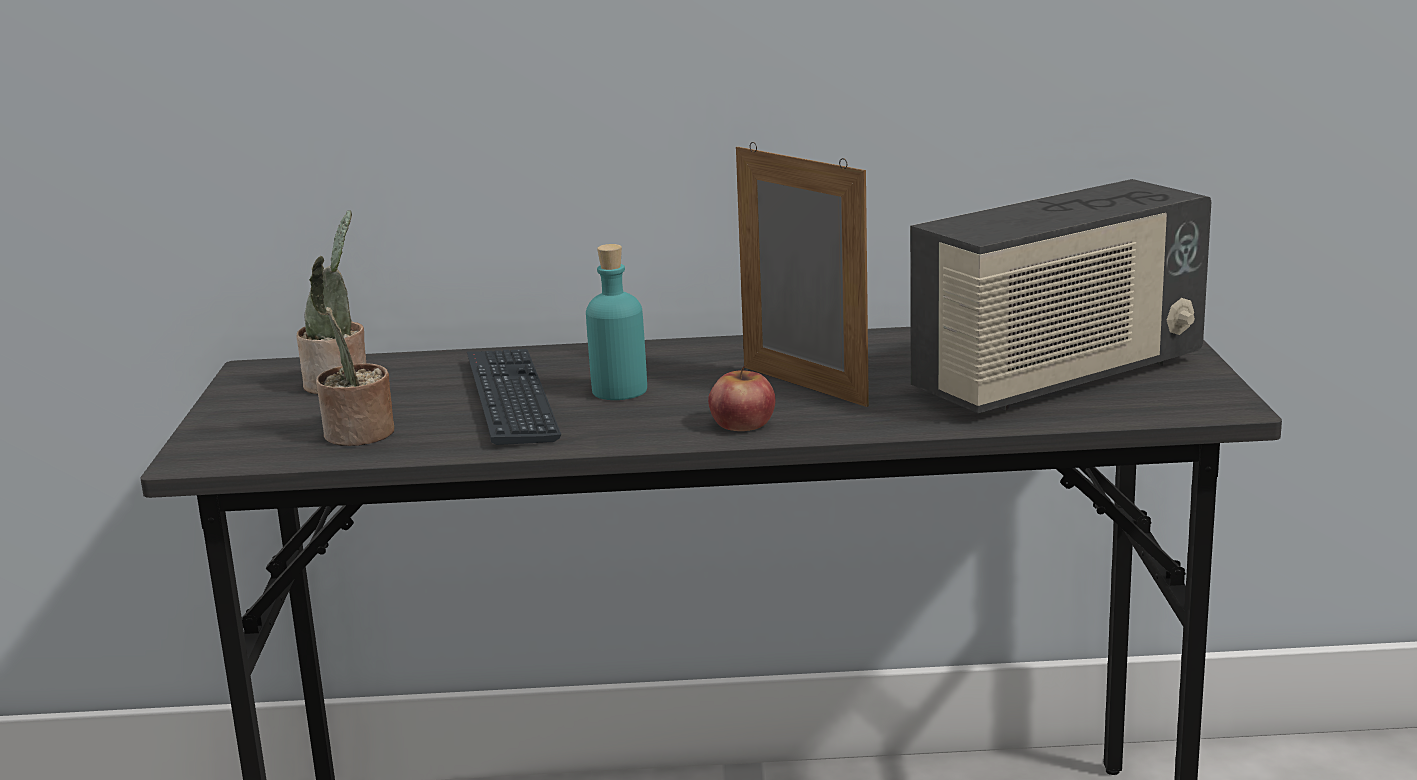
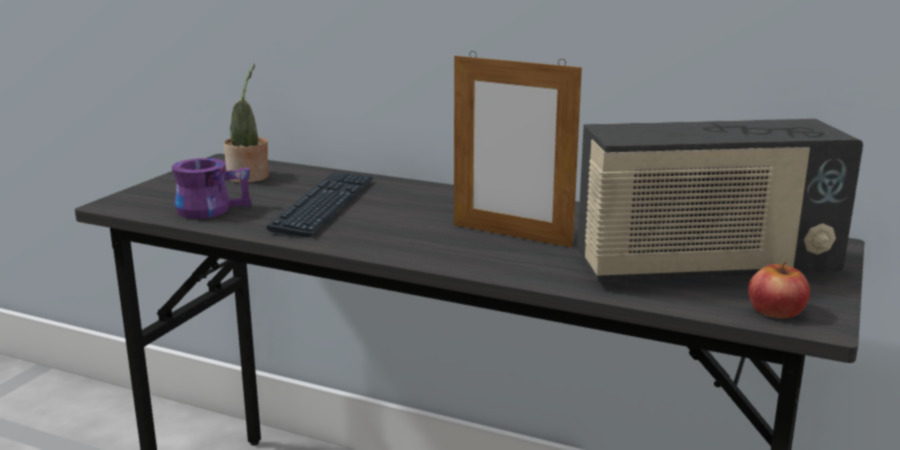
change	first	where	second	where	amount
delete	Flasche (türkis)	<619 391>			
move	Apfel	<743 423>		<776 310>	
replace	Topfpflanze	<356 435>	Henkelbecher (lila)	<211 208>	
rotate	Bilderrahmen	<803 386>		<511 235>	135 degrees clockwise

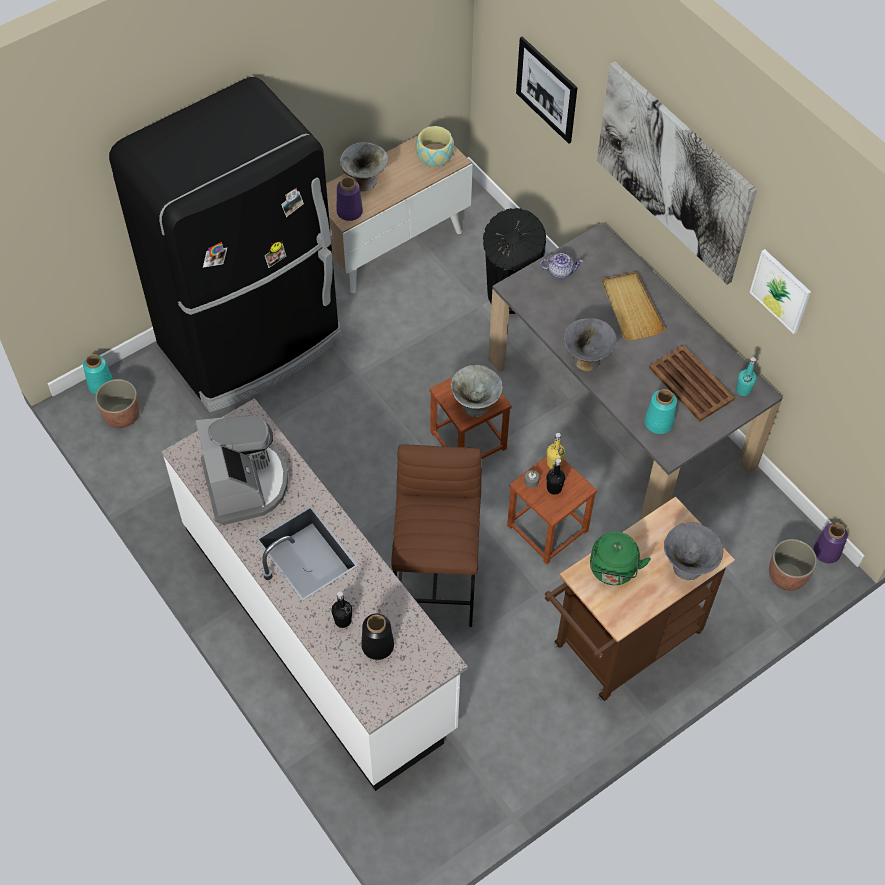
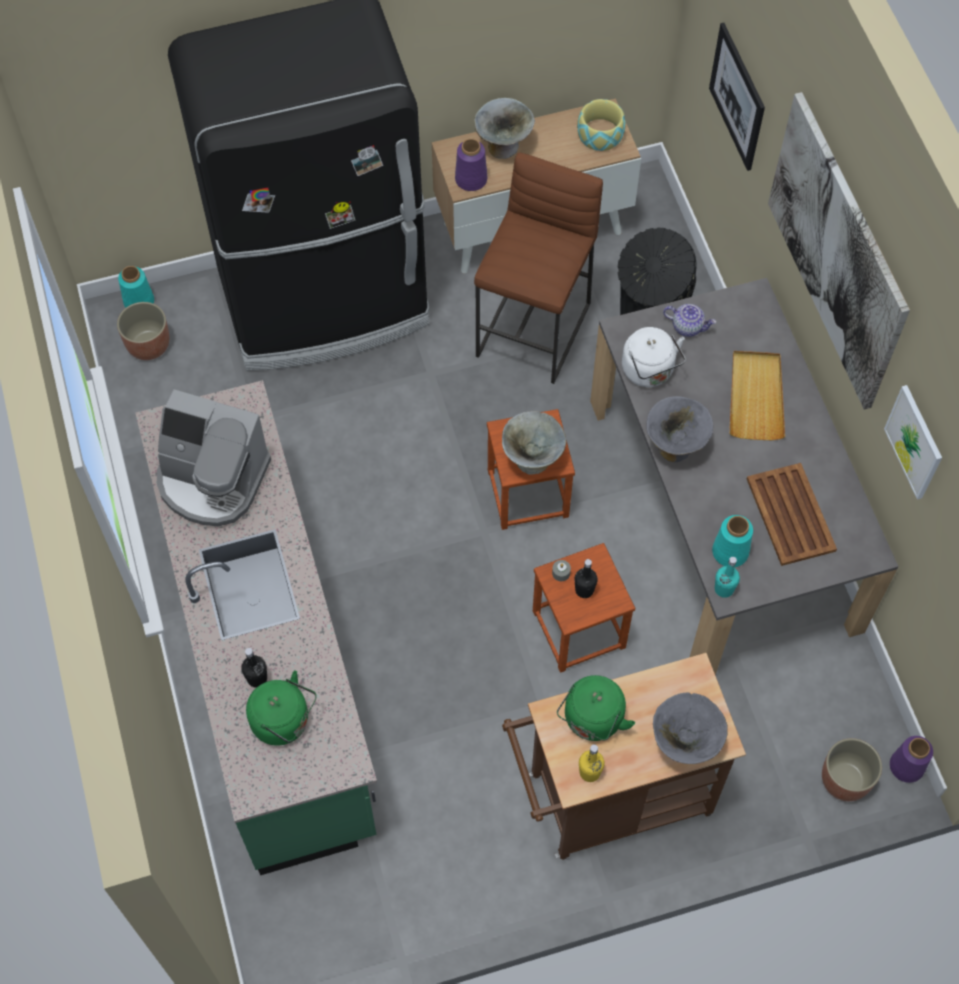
change	first	where	second	where	amount
insert			Wasserkessel (weiß)	<649 371>	
move	Hocker (braun)	<437 583>		<534 330>	
move	Flasche (gelb)	<554 463>		<589 772>	
move	Flasche (türkis)	<743 390>		<724 589>	
replace	Vase (schwarz)	<378 646>	Wasserkessel (grün)	<284 722>	
recolor	Küchenzeile (weiß)	<318 626>	Küchenzeile (grün)	<271 662>	
rotate	Kaffeemaschine	<245 483>		<212 480>	105 degrees clockwise

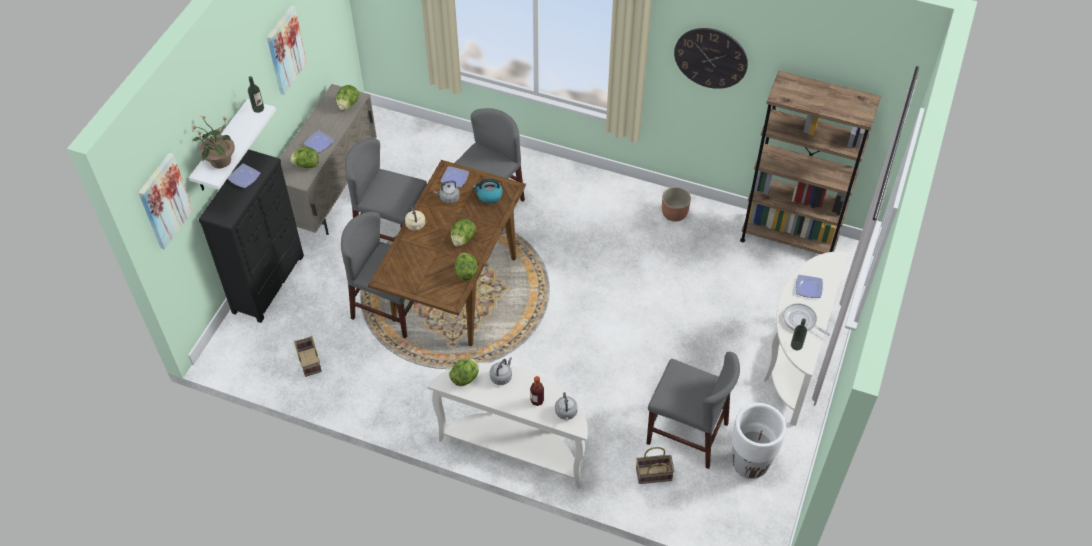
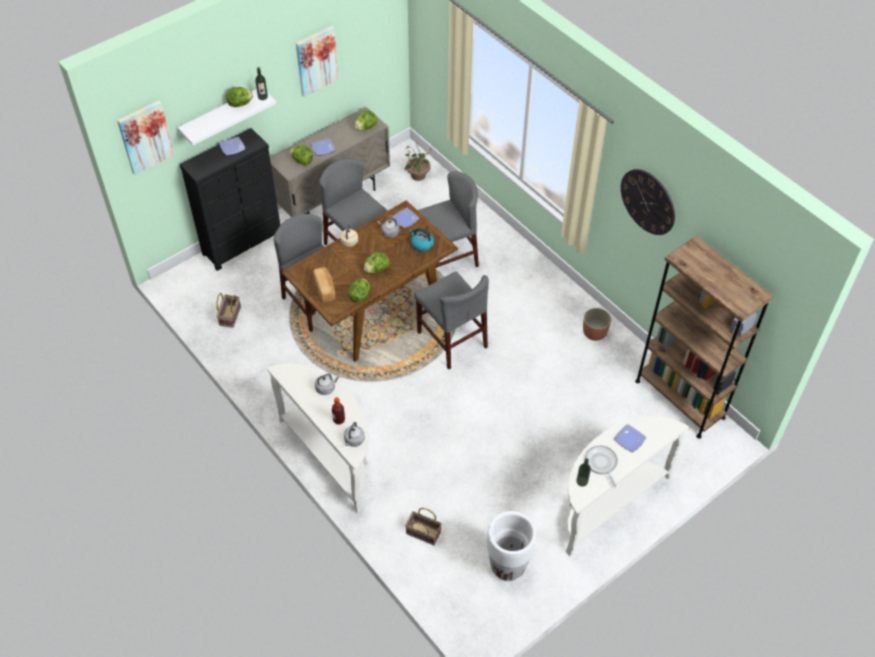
change	first	where	second	where	amount
insert			Brot	<325 289>	
move	Topfpflanze	<220 161>		<417 175>	
move	Salatkopf	<465 378>		<240 104>	
move	Stuhl (grau)	<687 433>		<452 340>	

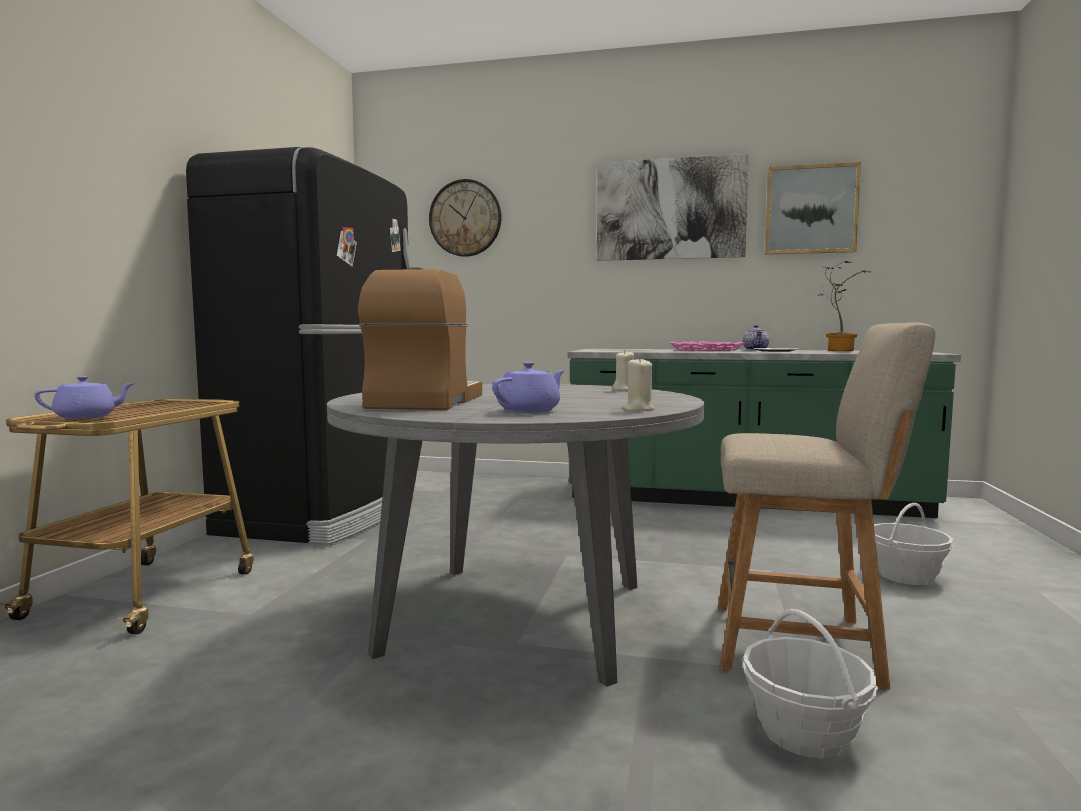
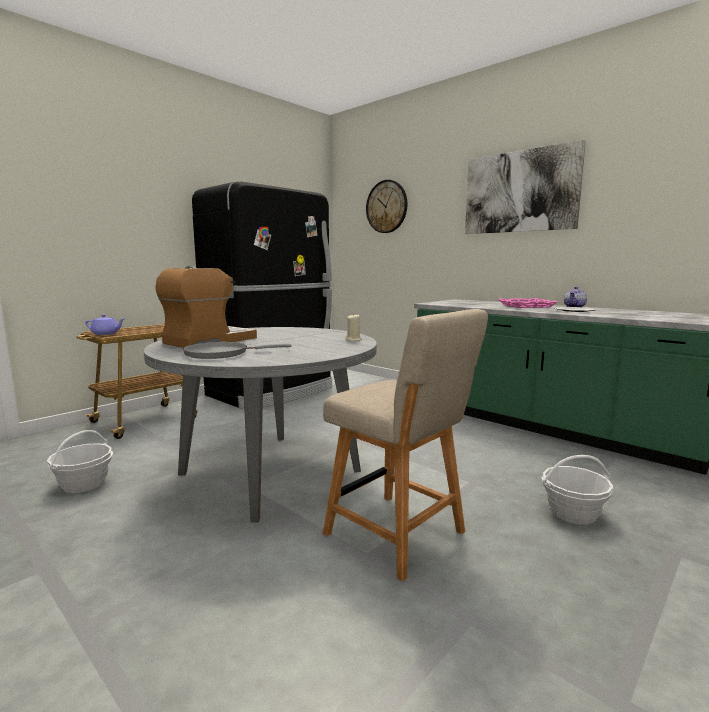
change	first	where	second	where	amount
delete	Kerze (beige)	<638 410>			
delete	Bild	<810 210>			
delete	Topfpflanze	<838 350>			
move	Korb	<804 732>		<84 484>	
replace	Teekanne (lila)	<530 410>	Pfanne (grau)	<221 354>	

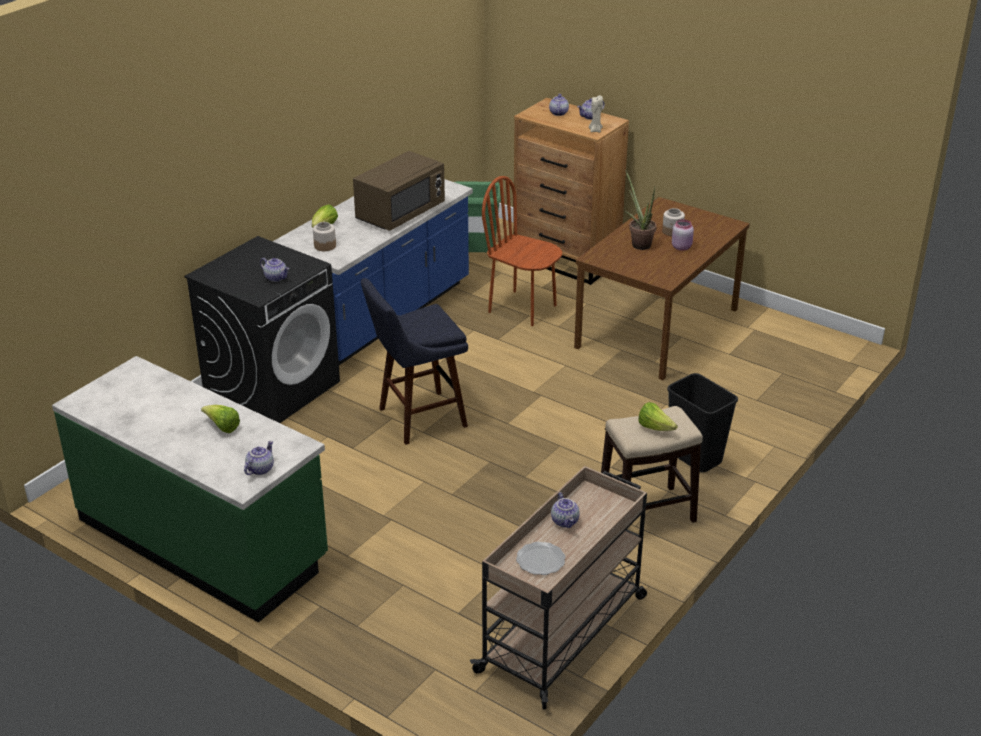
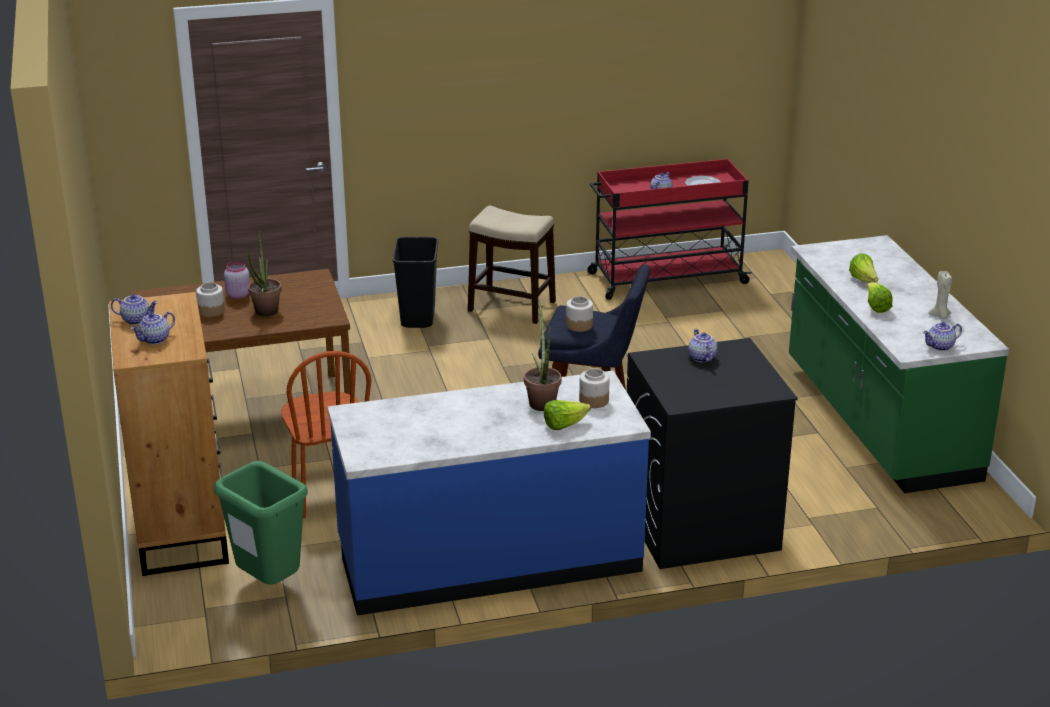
change	first	where	second	where	amount
delete	Mikrowelle (braun)	<400 213>			
insert			Topfpflanze	<541 401>	
insert			Vorratsglas	<579 325>	
move	Teekanne	<260 469>		<940 347>	
move	Kerze (beige)	<595 130>		<940 316>	
move	Salatkopf	<655 428>		<876 307>	
recolor	Rollwagen (beige)	<564 632>	Rollwagen (rot)	<665 278>	

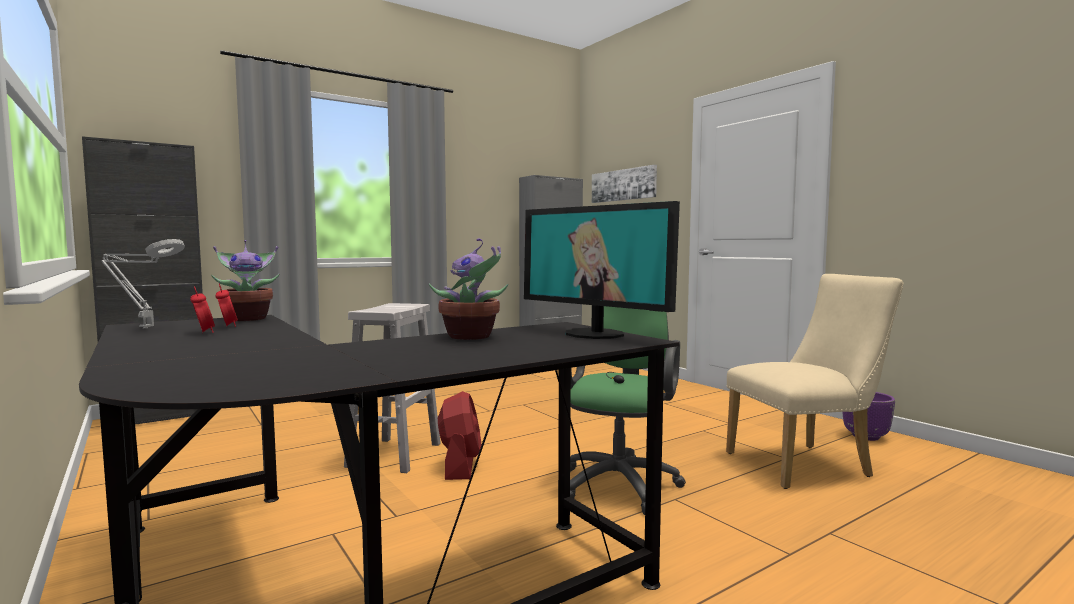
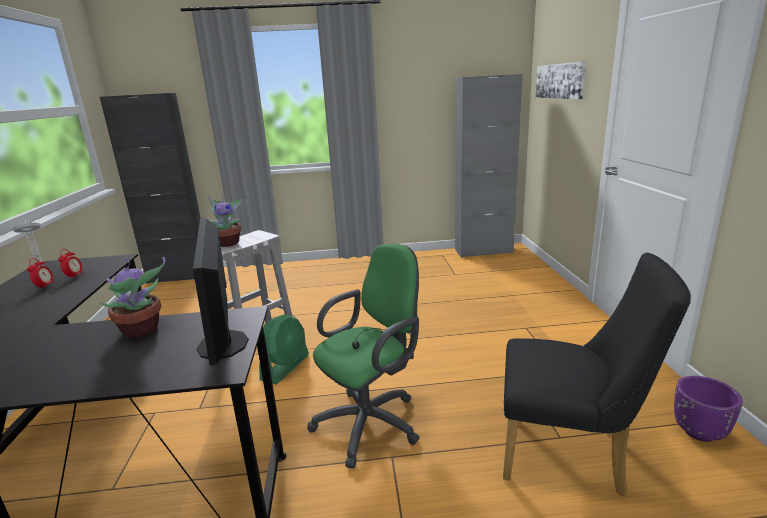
change	first	where	second	where	amount
move	Topfpflanze	<249 319>		<229 243>	
recolor	Ventilator (rot)	<460 465>	Ventilator (grün)	<285 367>	
recolor	Stuhl (beige)	<806 464>	Stuhl (schwarz)	<570 453>	

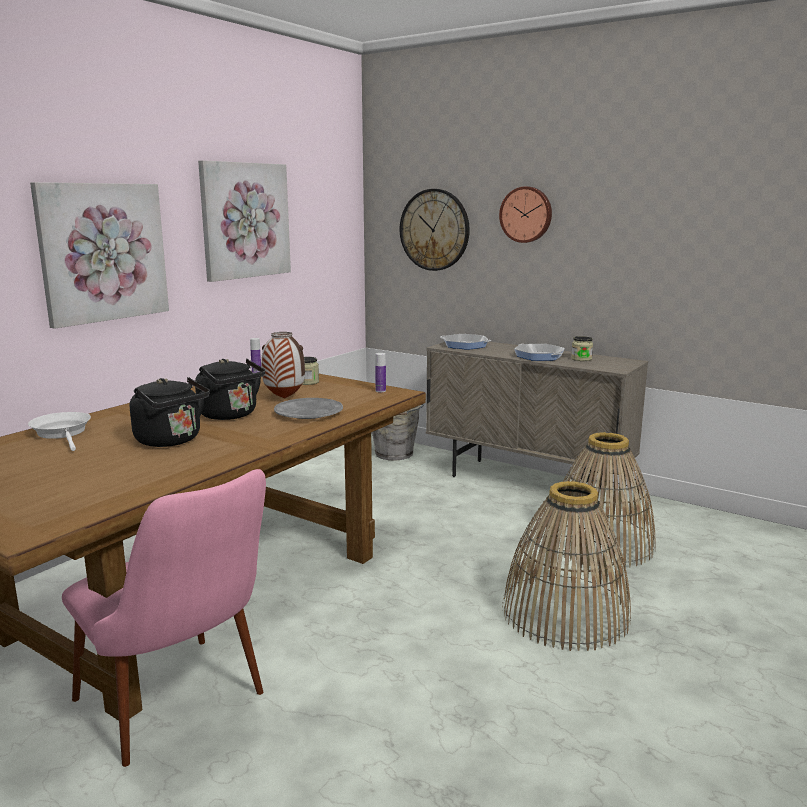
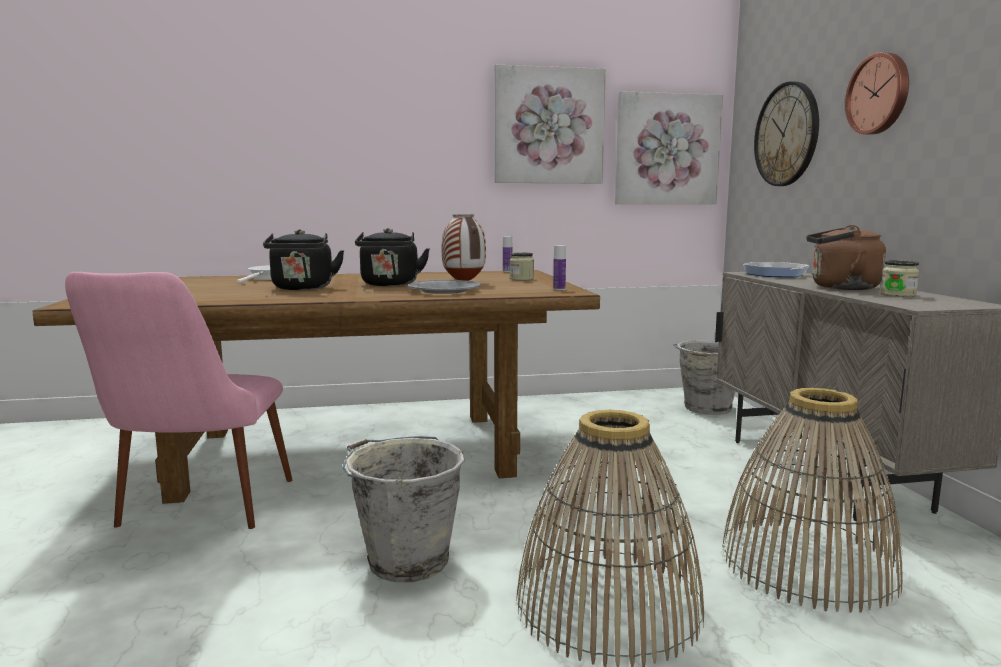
change	first	where	second	where	amount
insert			Eimer (grau)	<405 560>	
move	Bild	<102 252>		<666 150>	
replace	Pfanne	<539 356>	Wasserkessel (braun)	<840 288>	

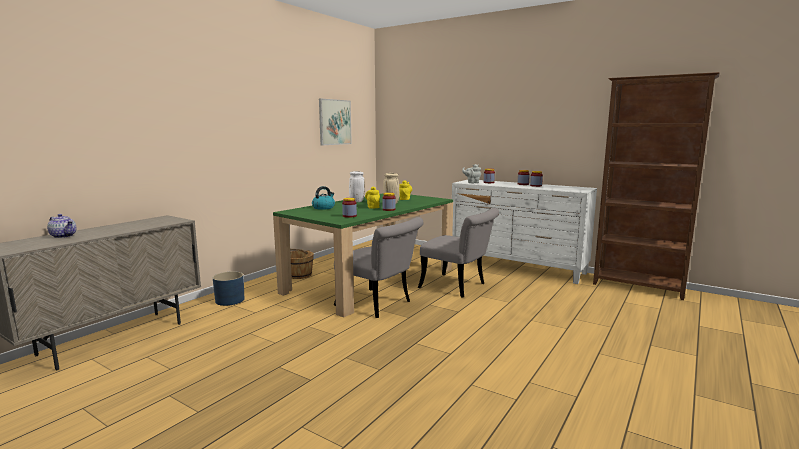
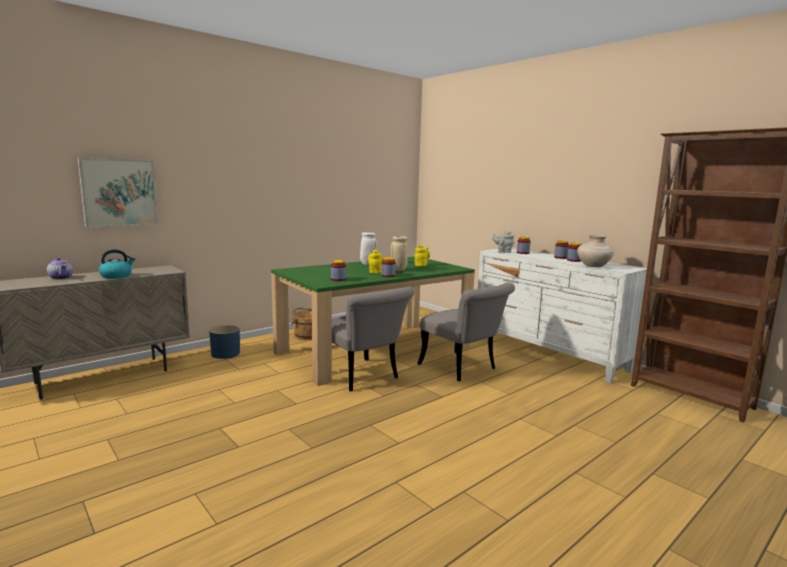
change	first	where	second	where	amount
insert			Vase (beige)	<593 266>	
move	Wasserkessel	<323 207>		<116 276>	
move	Bild	<335 122>		<119 192>	

